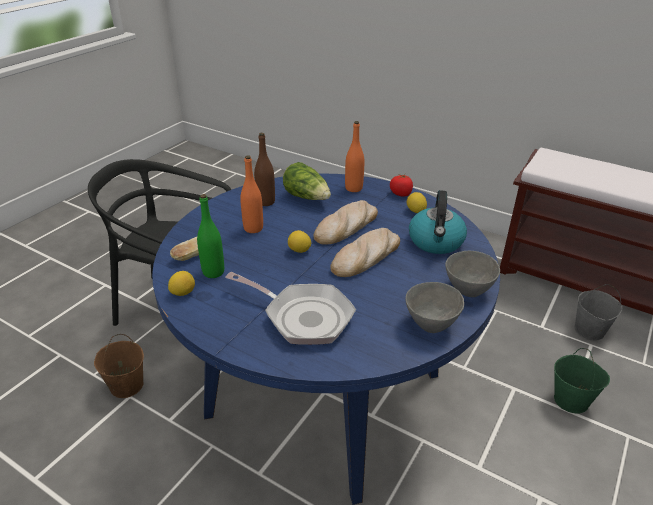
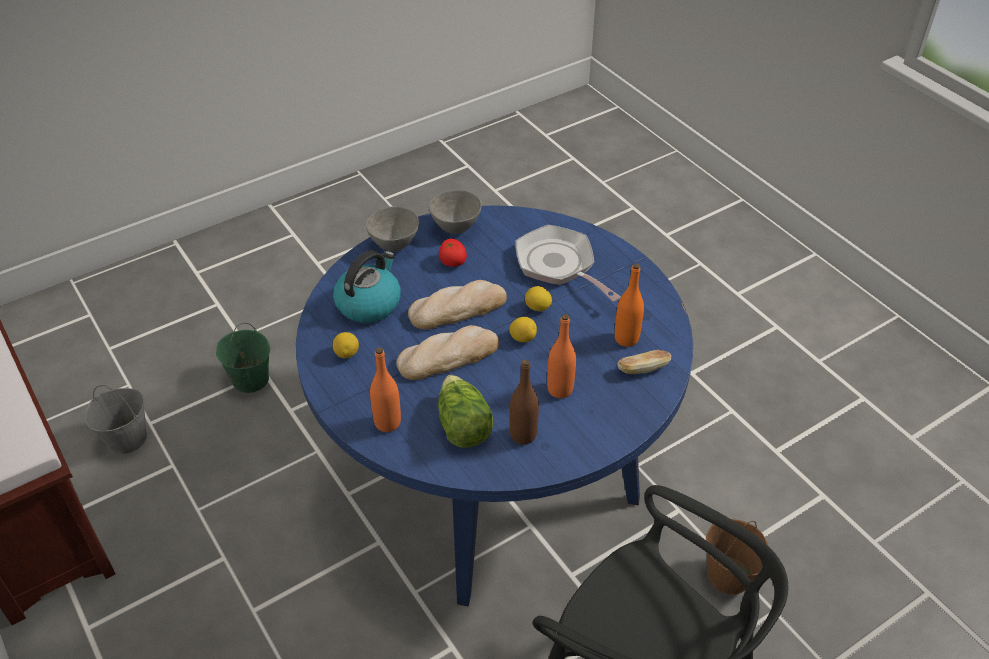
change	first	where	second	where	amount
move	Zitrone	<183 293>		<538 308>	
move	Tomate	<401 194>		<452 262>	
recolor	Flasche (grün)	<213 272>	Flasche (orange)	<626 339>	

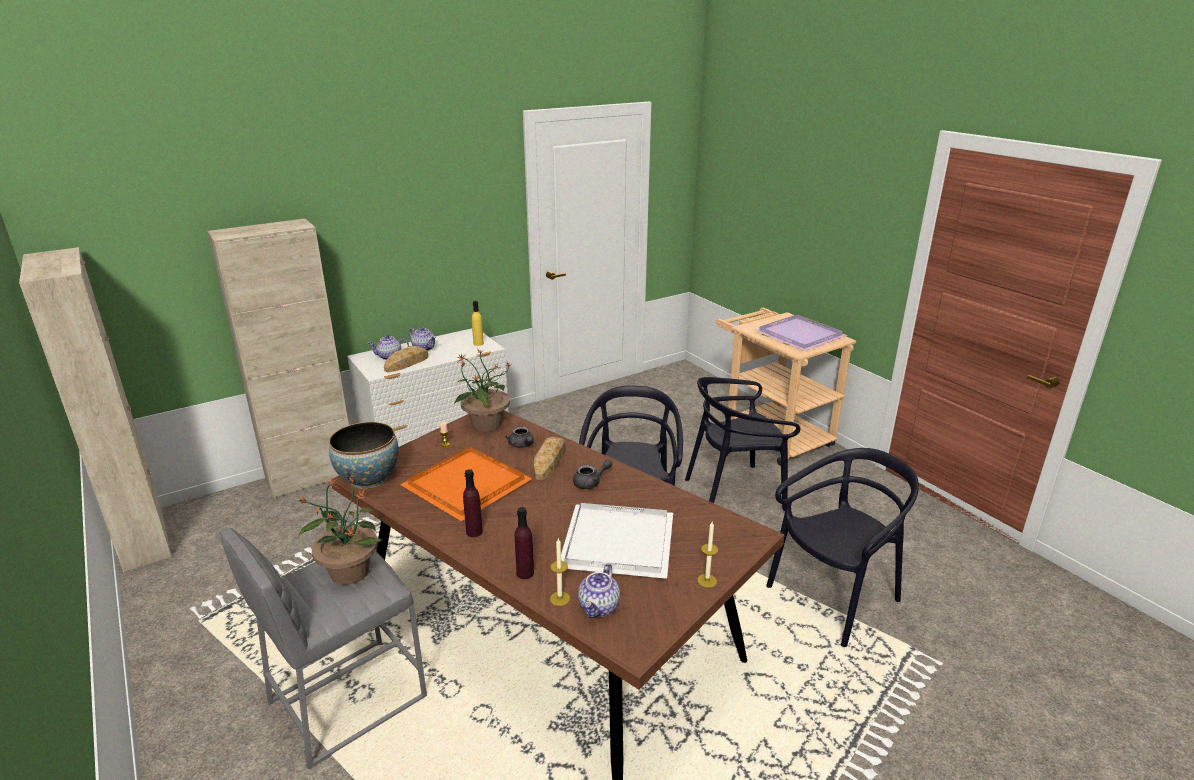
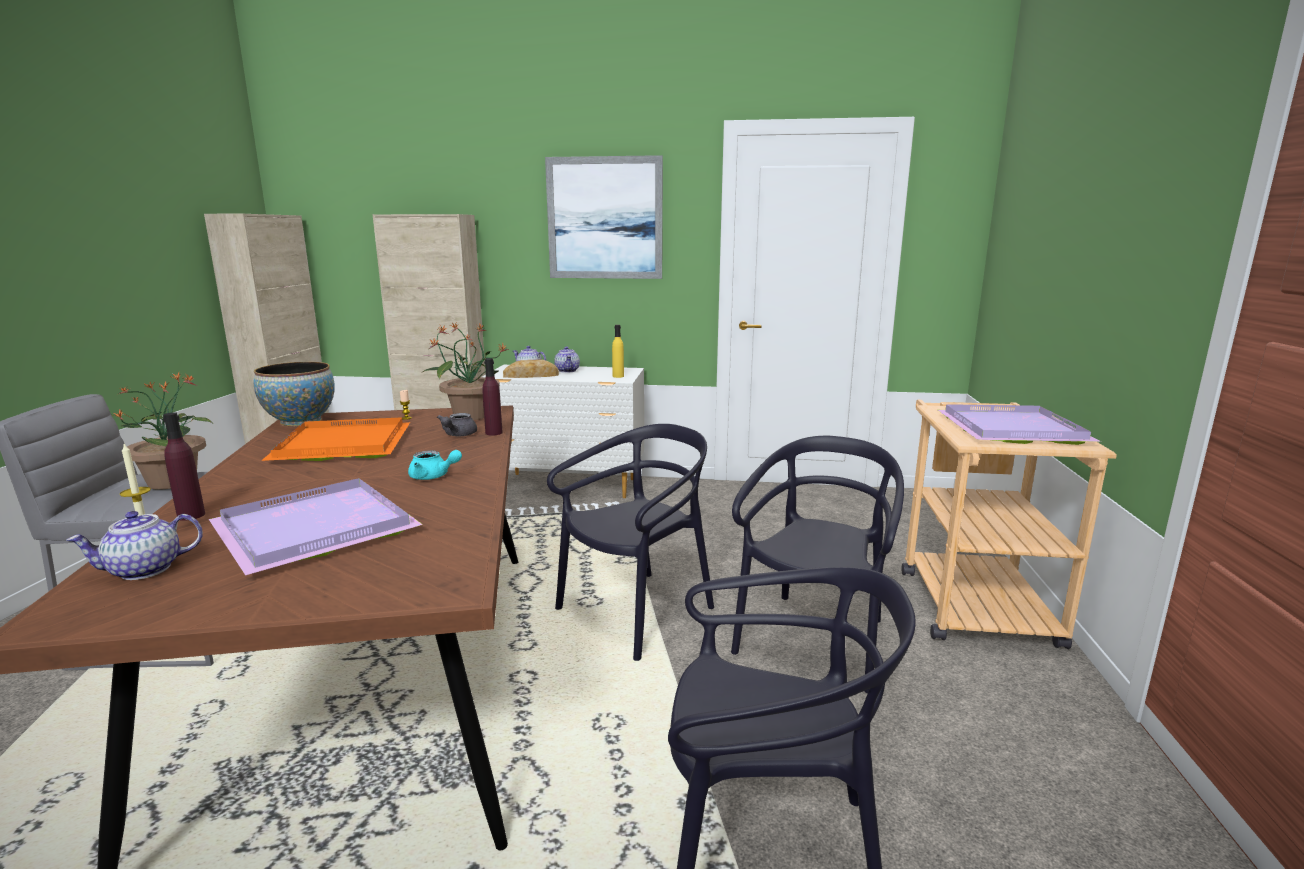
change	first	where	second	where	amount
delete	Brot	<549 462>			
delete	Kerze	<707 580>			
insert			Bild	<604 218>	
move	Flasche (lila)	<474 532>		<494 433>	
recolor	Tablett (weiß)	<620 541>	Tablett (lila)	<320 529>	
recolor	Teekanne (grau)	<591 483>	Teekanne (türkis)	<433 477>	
rotate	Stuhl (schwarz)	<734 492>		<814 640>	90 degrees clockwise

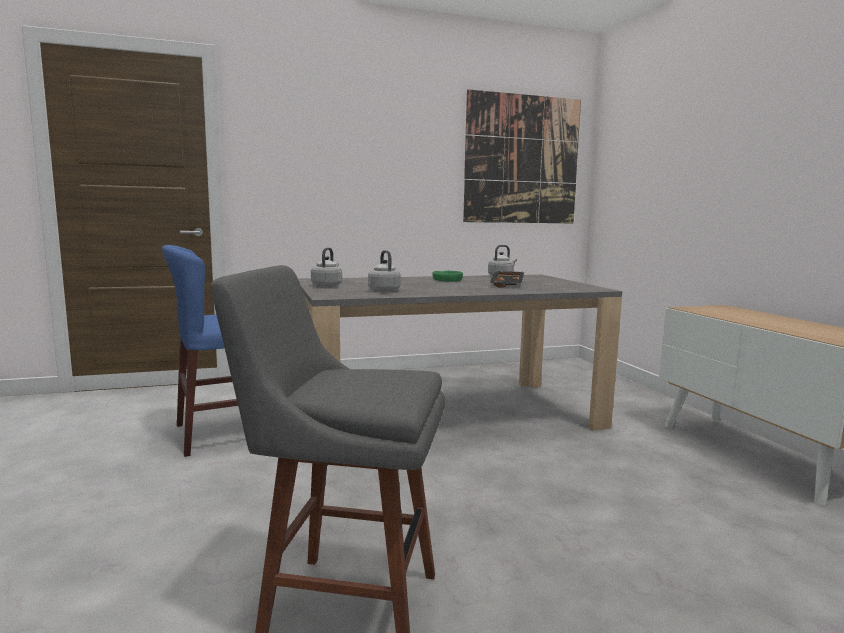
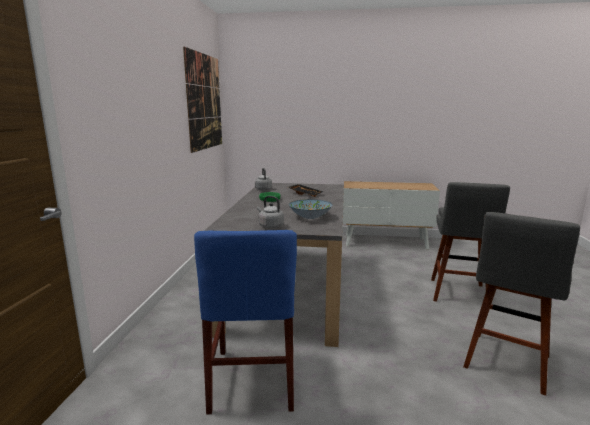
change	first	where	second	where	amount
insert			Hocker (grau)	<458 294>	
replace	Wasserkessel (grau)	<383 290>	Schüssel	<310 217>	

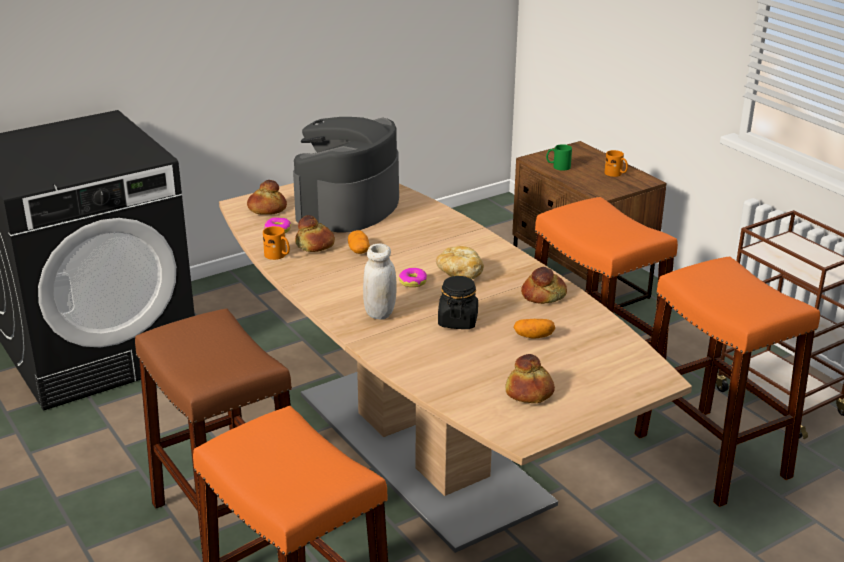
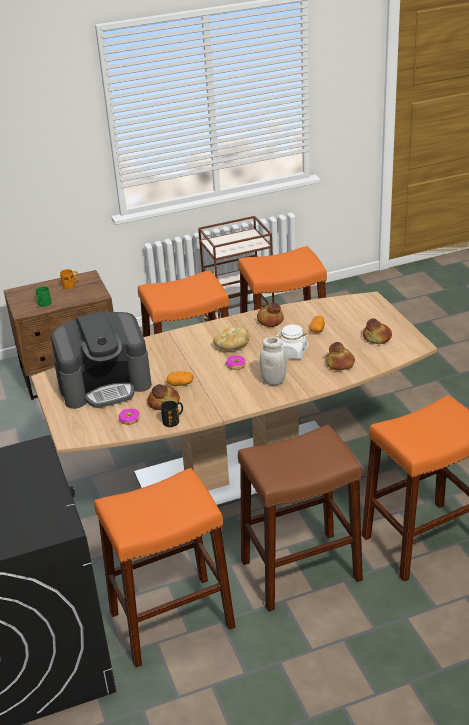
change	first	where	second	where	amount
insert			Hocker (orange)	<171 620>	
move	Brot	<267 209>		<339 364>	
recolor	Henkelbecher (orange)	<278 256>	Henkelbecher (schwarz)	<173 420>	
recolor	Vorratsglas (schwarz)	<457 321>	Vorratsglas (weiß)	<292 353>	
rotate	Kaffeemaschine	<348 207>		<105 384>	60 degrees counterclockwise

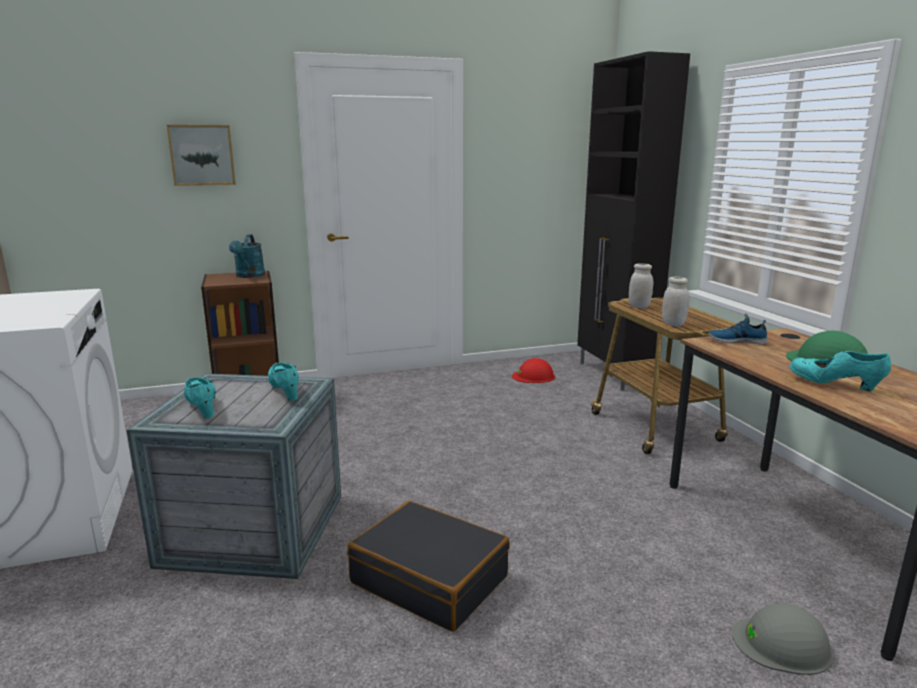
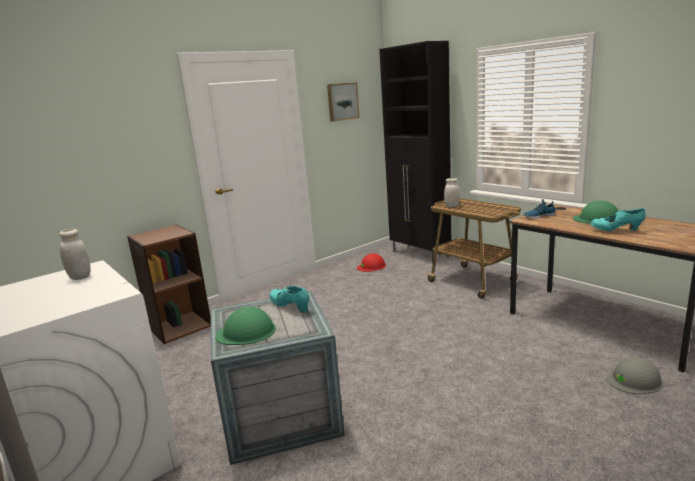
change	first	where	second	where	amount
delete	Gießkanne (türkis)	<249 276>			
delete	Koffer (schwarz)	<430 579>			
move	Bild	<202 155>		<342 101>	
move	Vorratsglas (weiß)	<673 324>		<80 277>	
replace	Schuh (türkis)	<202 408>	Schutzhelm (grün)	<246 332>	

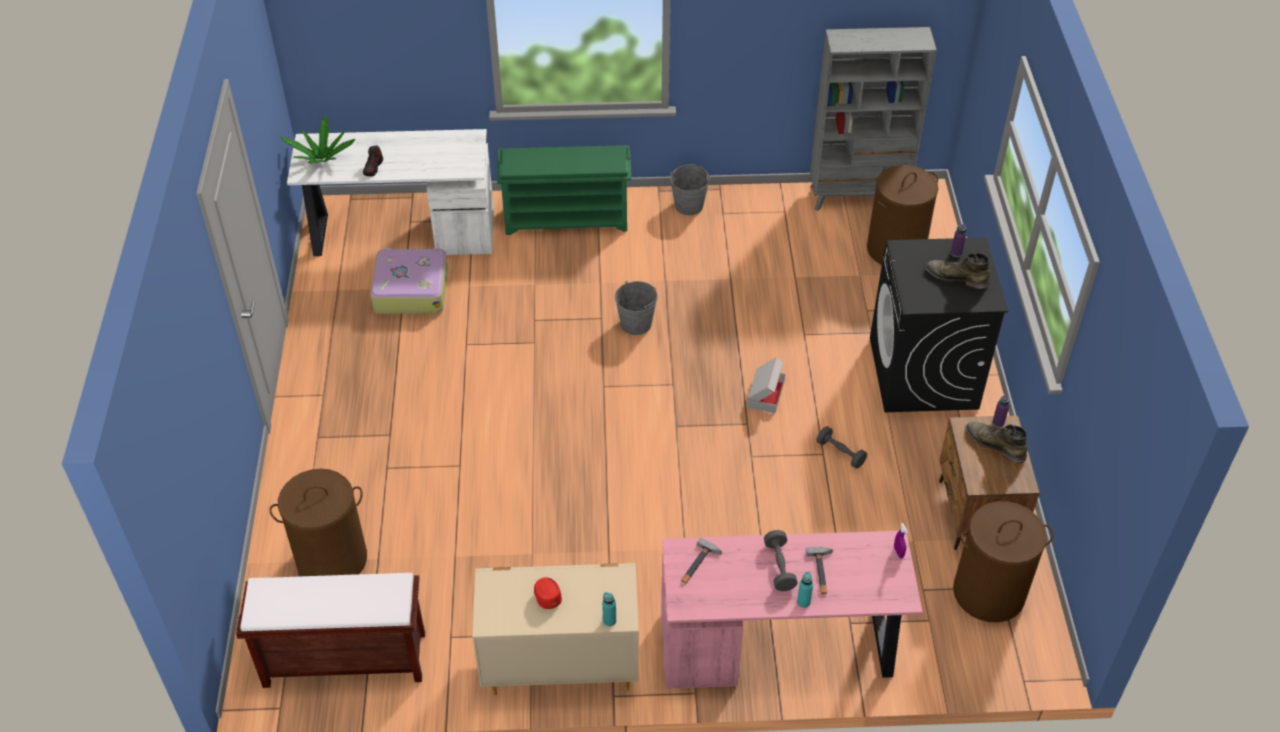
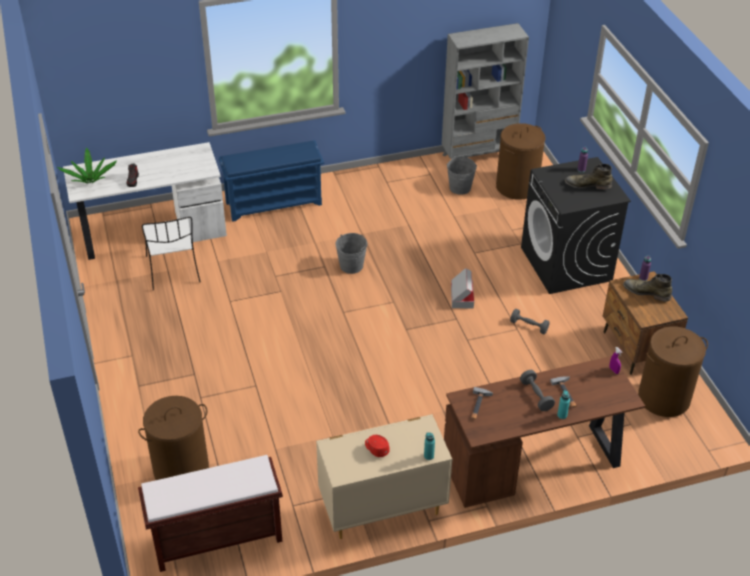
change	first	where	second	where	amount
move	Eimer (grau)	<689 205>		<460 188>	
replace	Koffer	<411 289>	Stuhl (weiß)	<173 270>	
recolor	Schuhregal (grün)	<567 218>	Schuhregal (blau)	<274 203>	
recolor	Schreibtisch (rosa)	<780 647>	Schreibtisch (braun)	<535 463>	

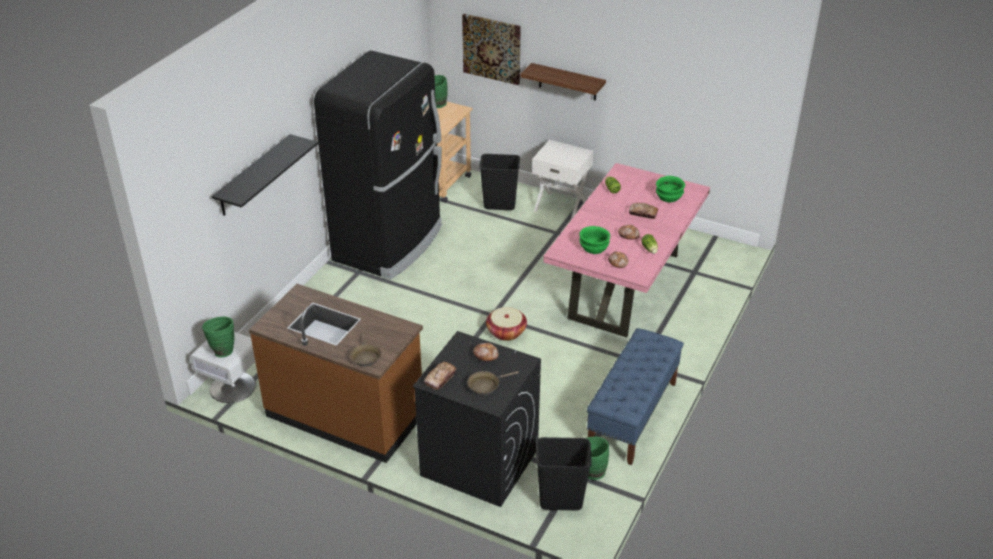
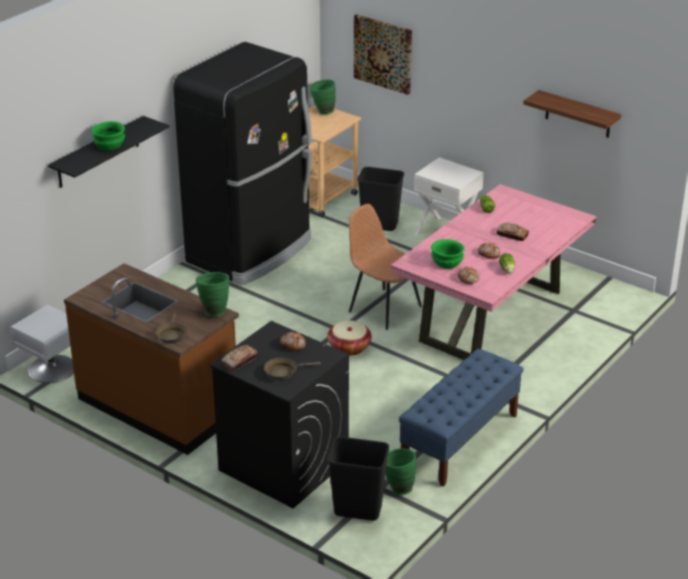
change	first	where	second	where	amount
insert			Stuhl (braun)	<383 308>	
move	Vase (grün)	<222 350>		<213 310>	
move	Wandregal	<567 82>		<578 114>	
move	Schüssel (grün)	<669 197>		<109 146>	

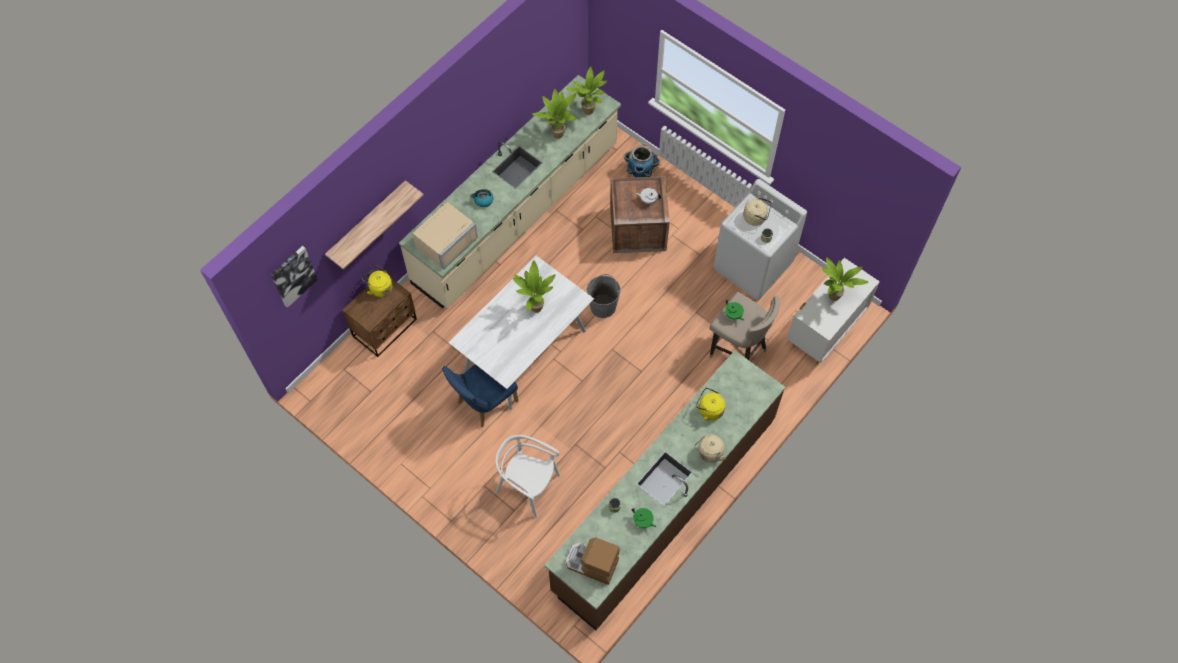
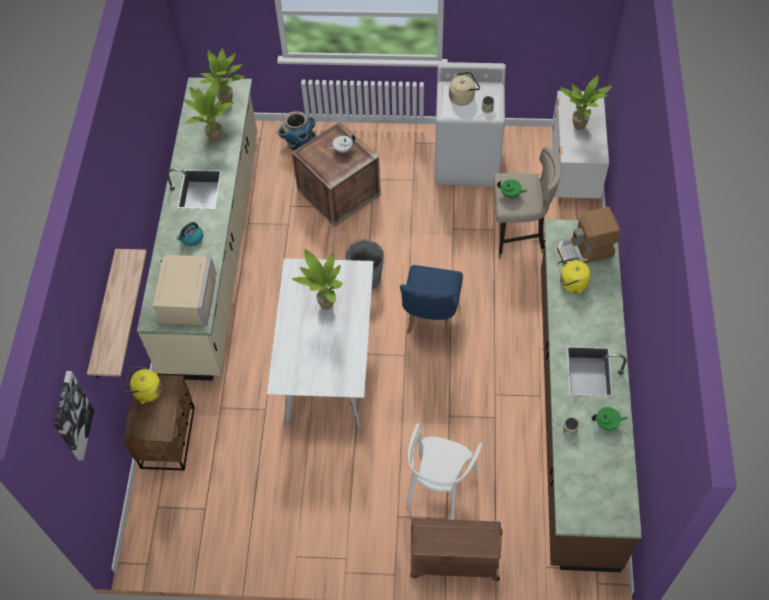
change	first	where	second	where	amount
delete	Wasserkessel (beige)	<709 454>			
insert			Rollwagen (braun)	<453 562>	
move	Stuhl (blau)	<483 403>		<430 319>	
move	Kaffeemaschine	<591 564>		<585 251>	
rotate	Stuhl (weiß)	<528 486>		<439 486>	60 degrees counterclockwise

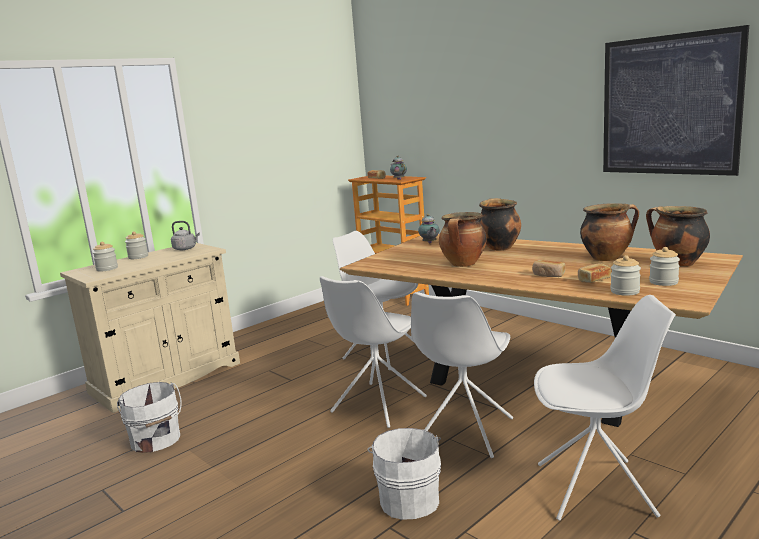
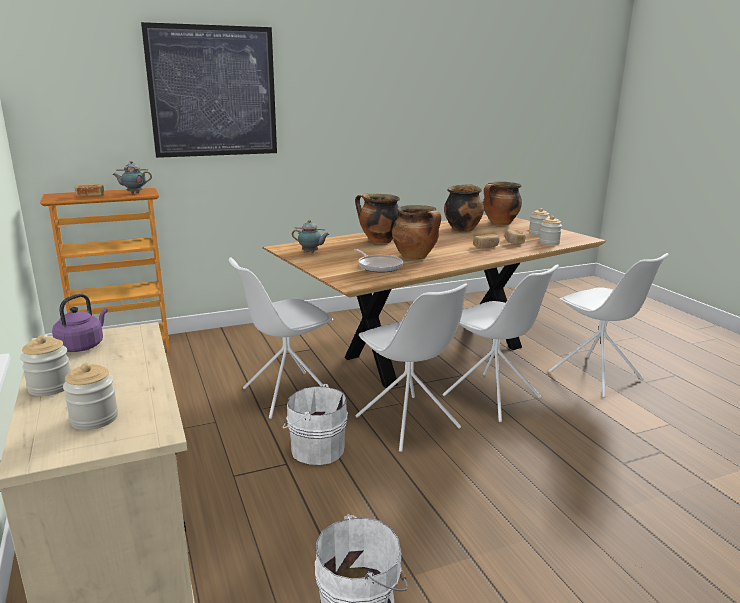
change	first	where	second	where	amount
insert			Pfanne	<379 266>	
move	Eimer (weiß)	<409 498>		<315 449>	
move	Bild	<669 105>		<213 92>	
recolor	Wasserkessel (grau)	<186 249>	Wasserkessel (lila)	<83 346>	
rotate	Stuhl (weiß)	<597 489>		<596 377>	120 degrees clockwise

